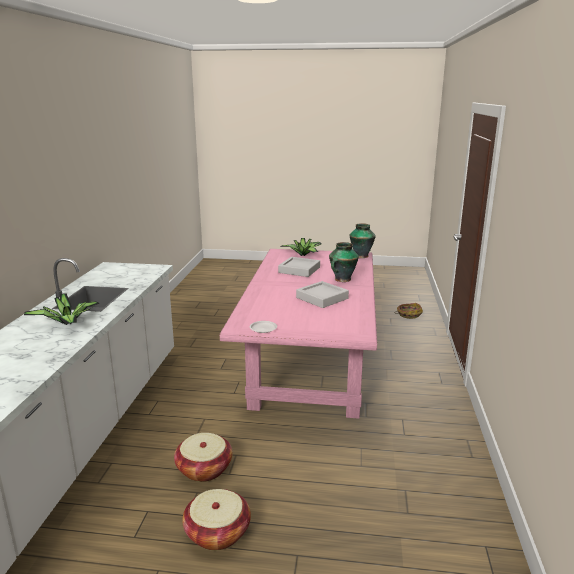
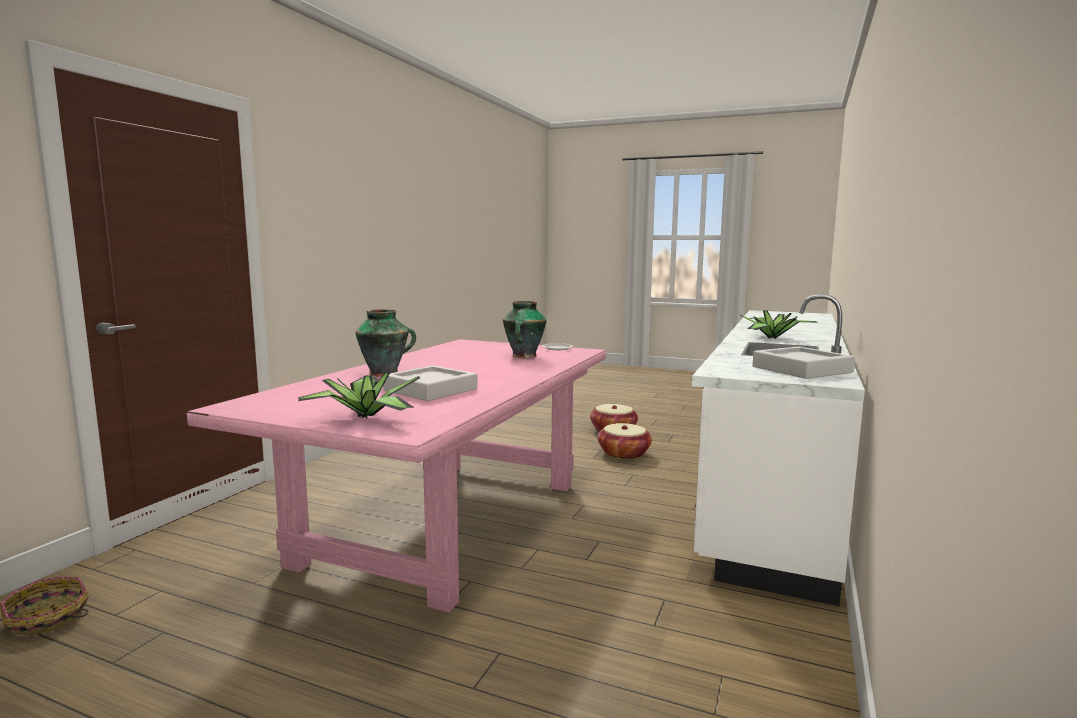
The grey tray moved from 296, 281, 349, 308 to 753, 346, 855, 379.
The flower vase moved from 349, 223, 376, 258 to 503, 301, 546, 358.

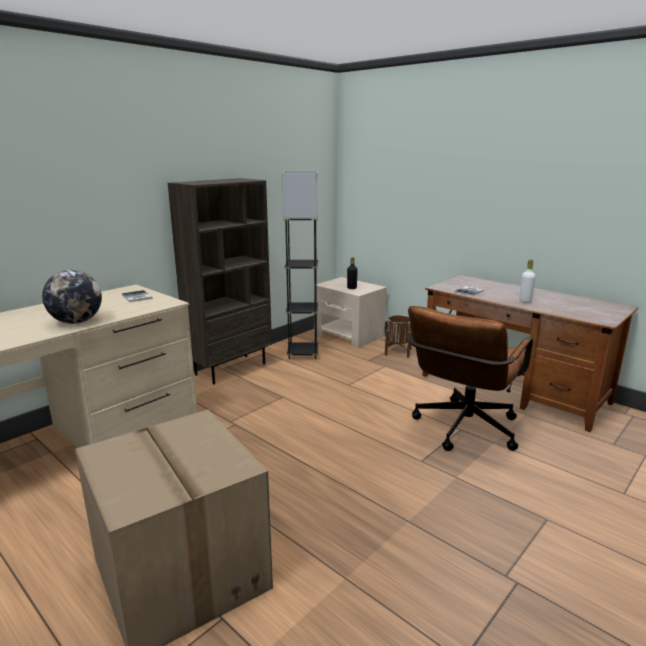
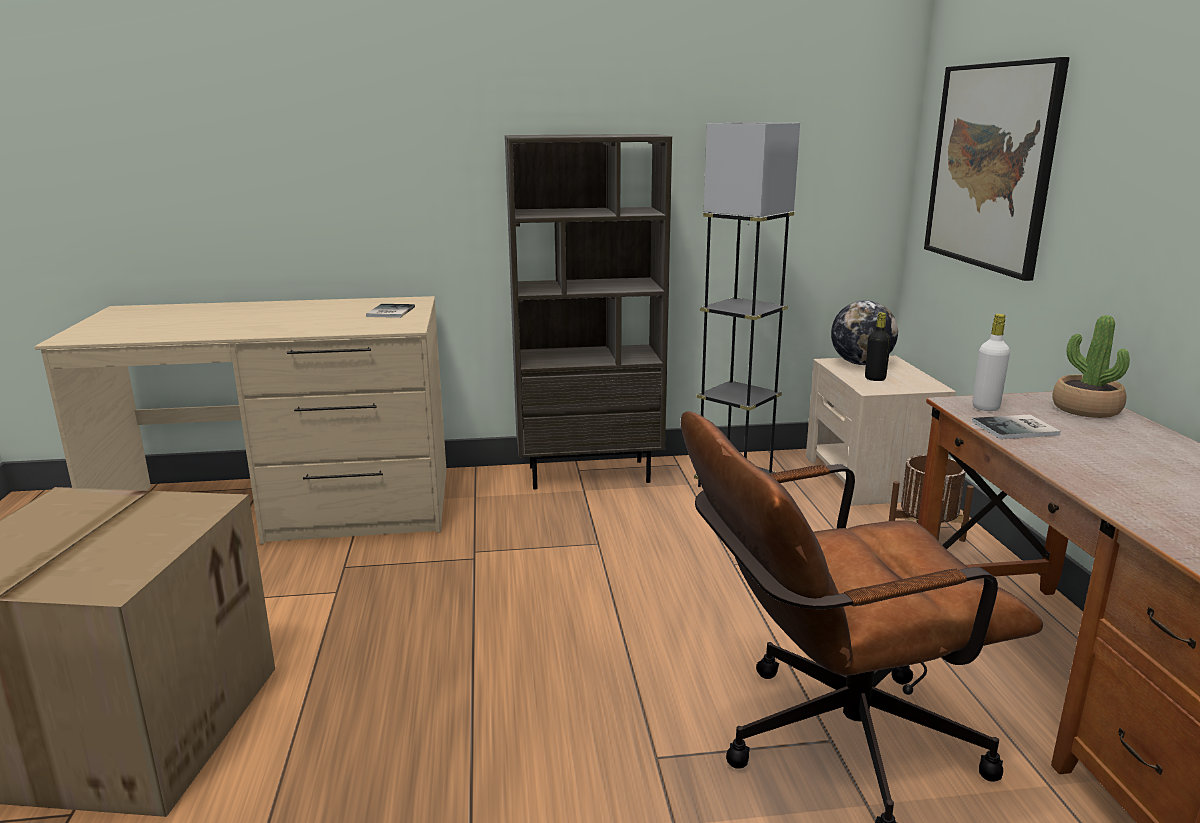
The wall art at 924, 57, 1070, 281 appeared.
The plant in a pot at 1053, 315, 1130, 418 appeared.
The globe moved from 42, 270, 102, 324 to 831, 300, 898, 365.
The whitish bottle moved from 519, 260, 536, 303 to 973, 314, 1010, 411.

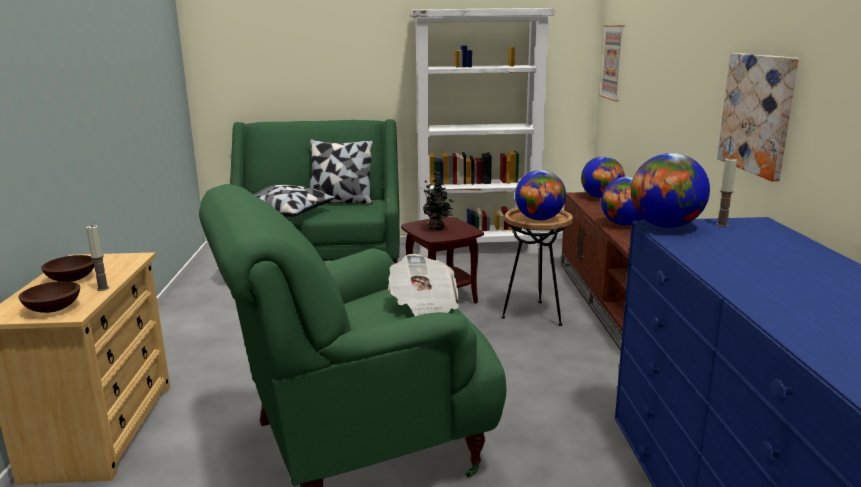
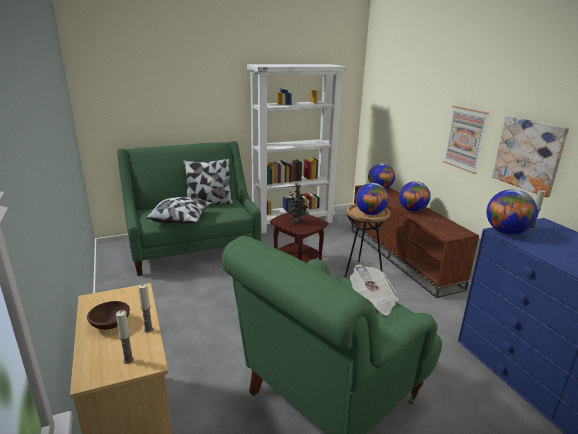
The wall art moved from 599, 25, 625, 101 to 443, 106, 489, 174.
The brown deep dish at 18, 281, 80, 313 was replaced by the wax candle at 116, 310, 134, 364.

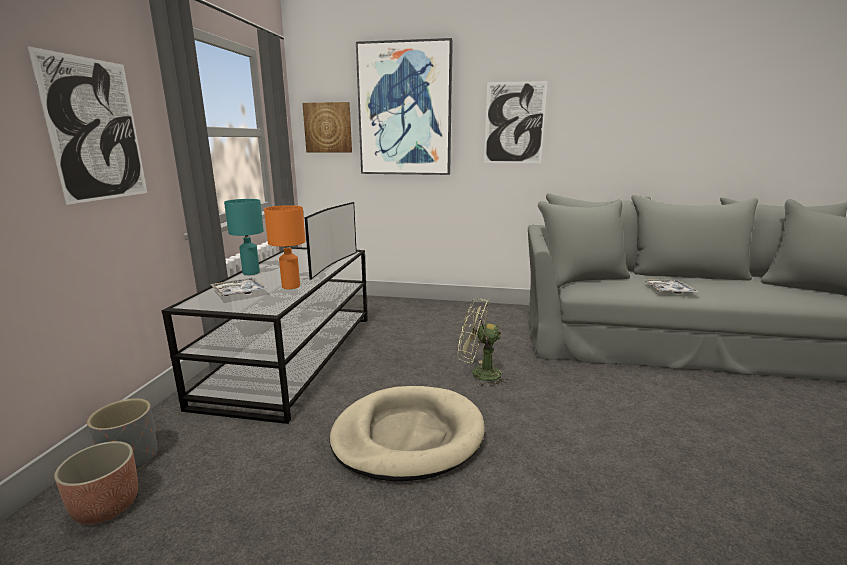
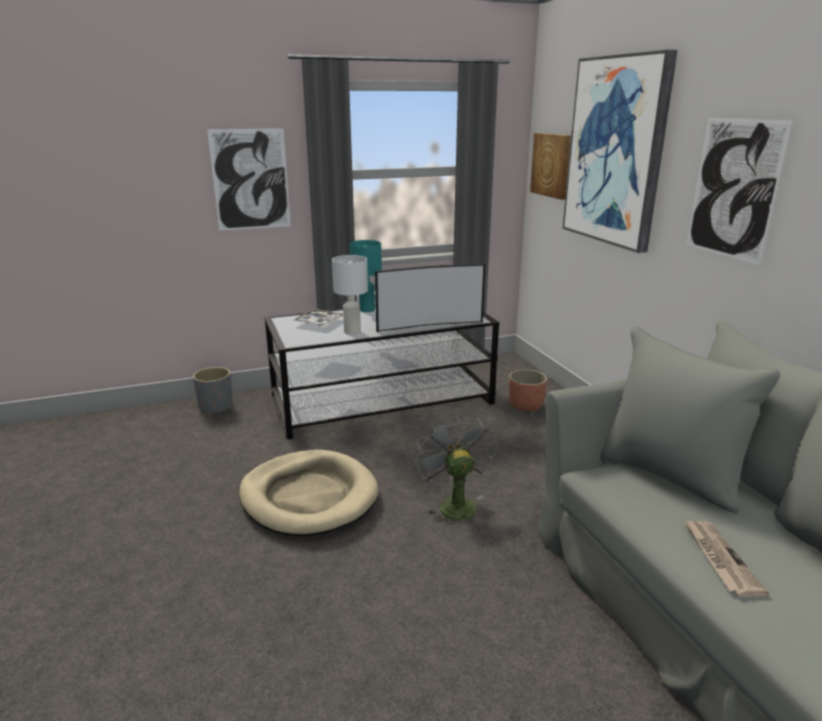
The flower pot moved from 54, 441, 138, 524 to 509, 370, 547, 412.
The tray at 643, 279, 699, 294 was replaced by the newspaper at 684, 519, 769, 597.
The orange-coloured tabletop lamp at 264, 205, 306, 289 became the whitish tabletop lamp at 332, 255, 368, 335.
The greenish fan at 458, 298, 510, 387 became the grey fan at 415, 414, 496, 528.

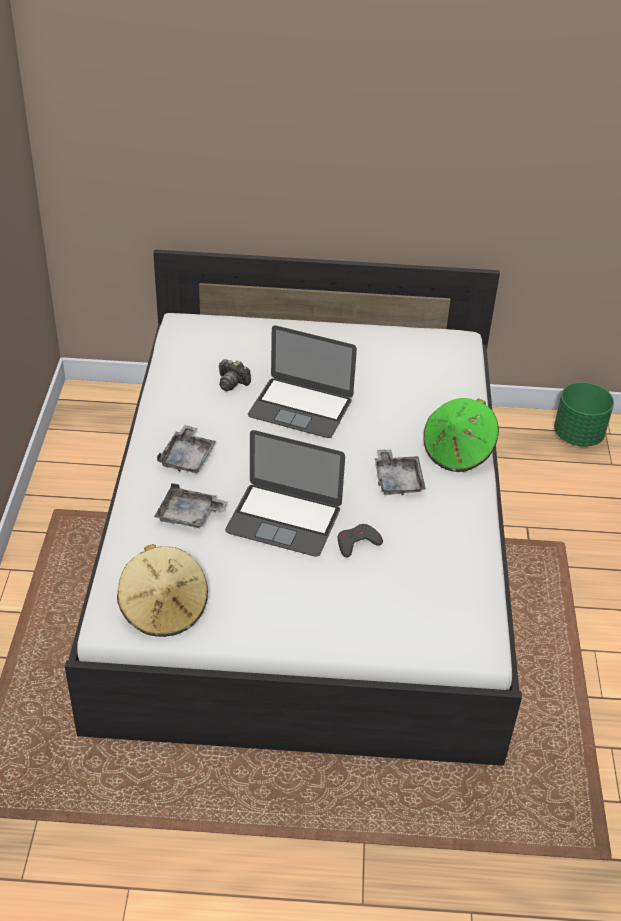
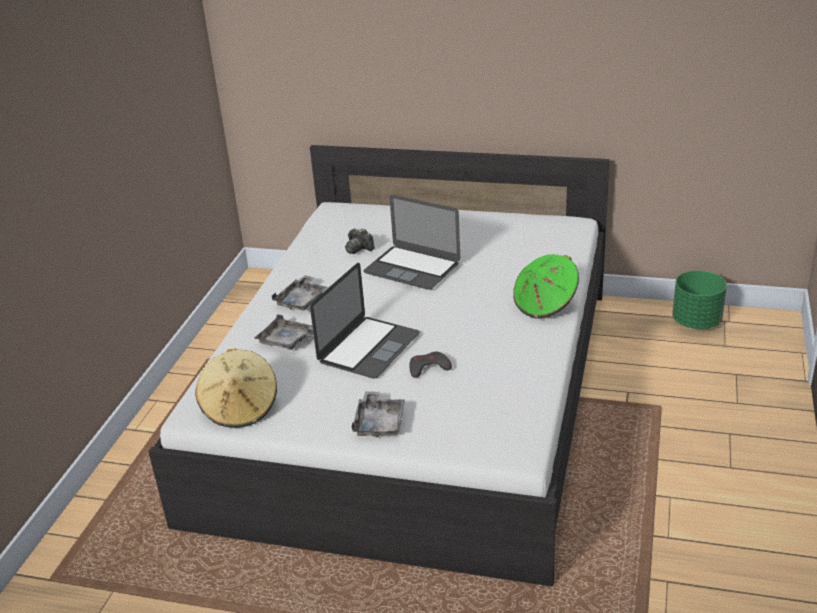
The grey tray moved from 375, 449, 426, 495 to 352, 391, 405, 437.
The laptop at 225, 430, 345, 557 turned 90 degrees counterclockwise.

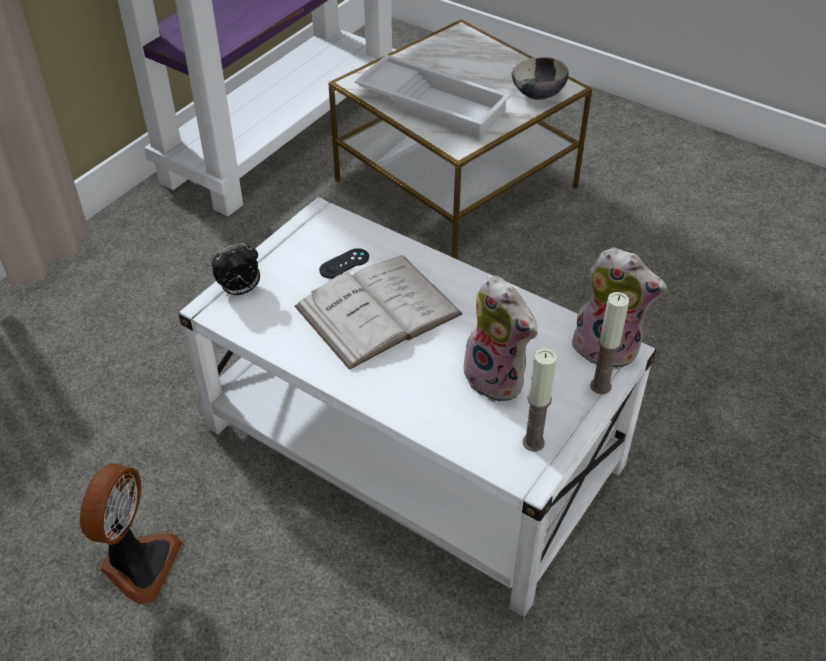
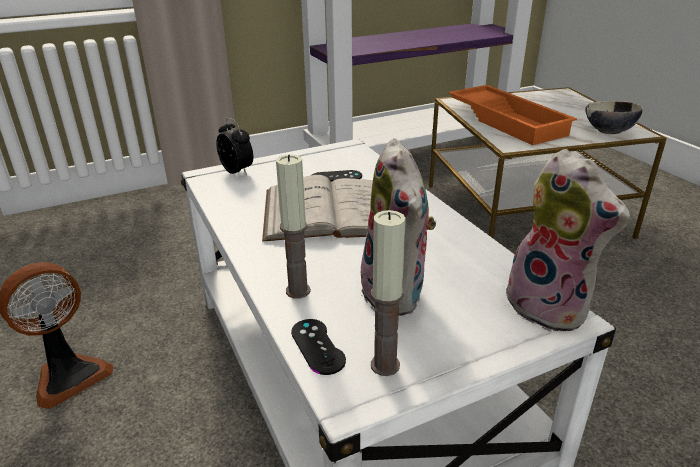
The black joypad at 291, 319, 346, 375 appeared.
The wax candle moved from 590, 292, 629, 394 to 276, 154, 311, 299.
The whitish tray at 354, 54, 511, 139 became the orange-coloured tray at 448, 85, 577, 145.
The bedside clock at 212, 243, 260, 297 turned 135 degrees counterclockwise.

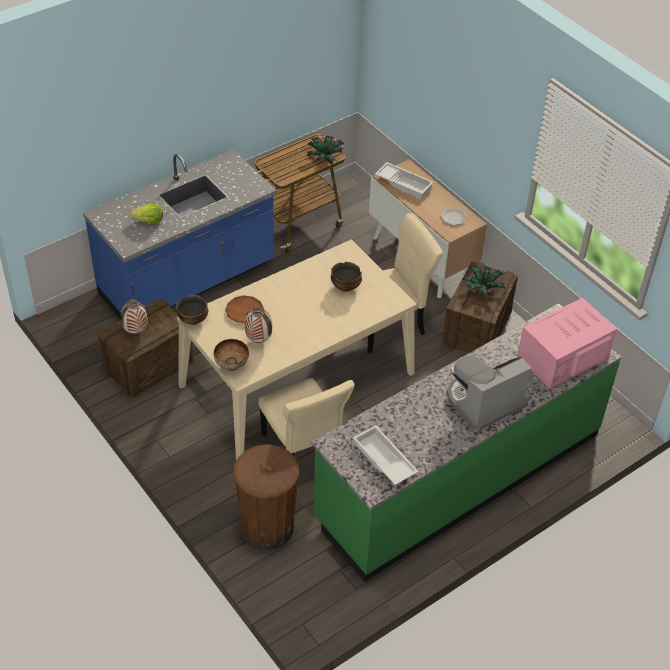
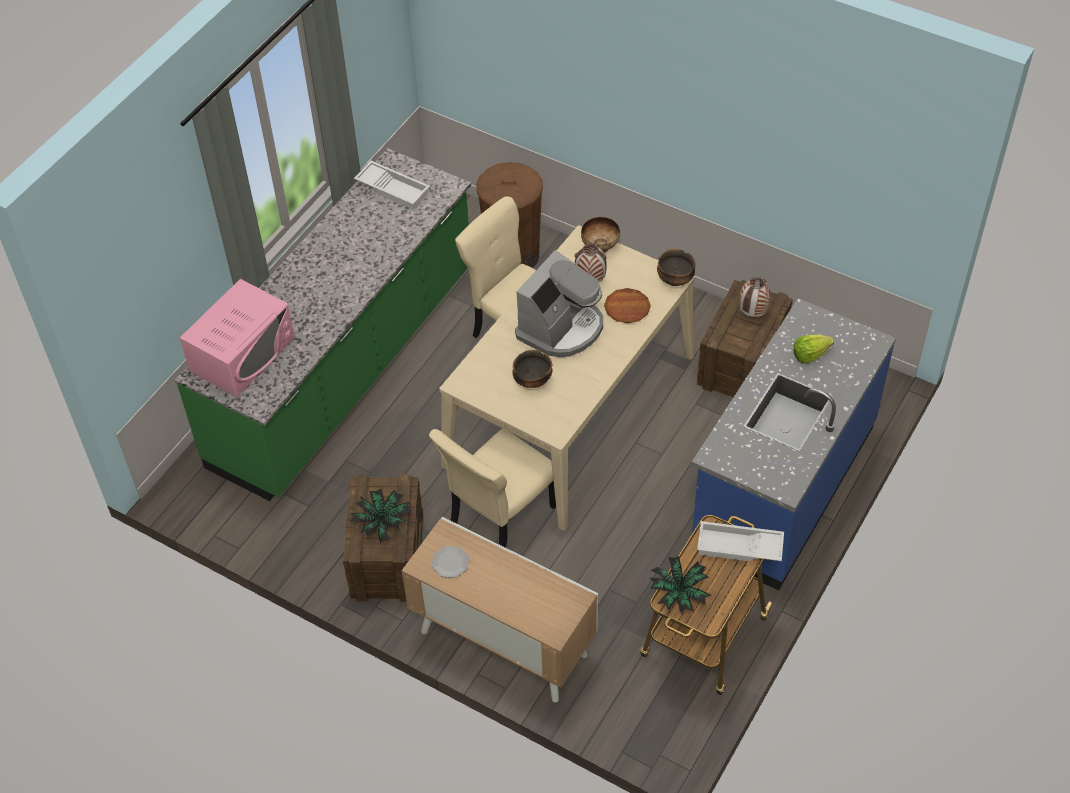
The whitish tray moved from 375, 162, 434, 199 to 697, 521, 784, 561.
The coffee machine moved from 447, 355, 532, 430 to 515, 250, 603, 357.

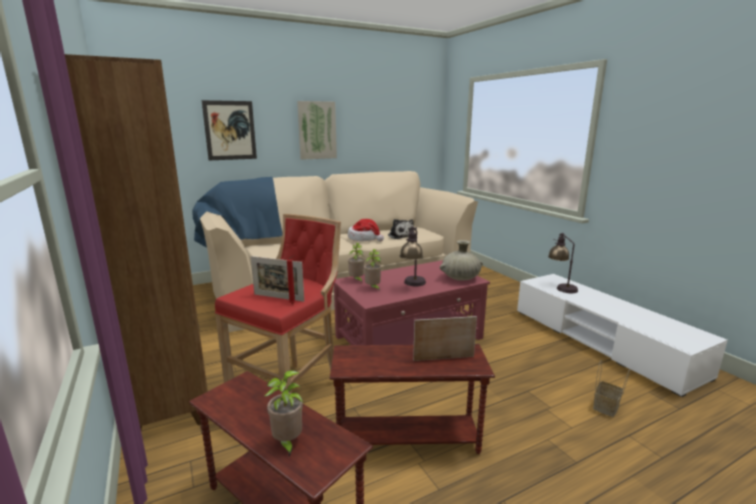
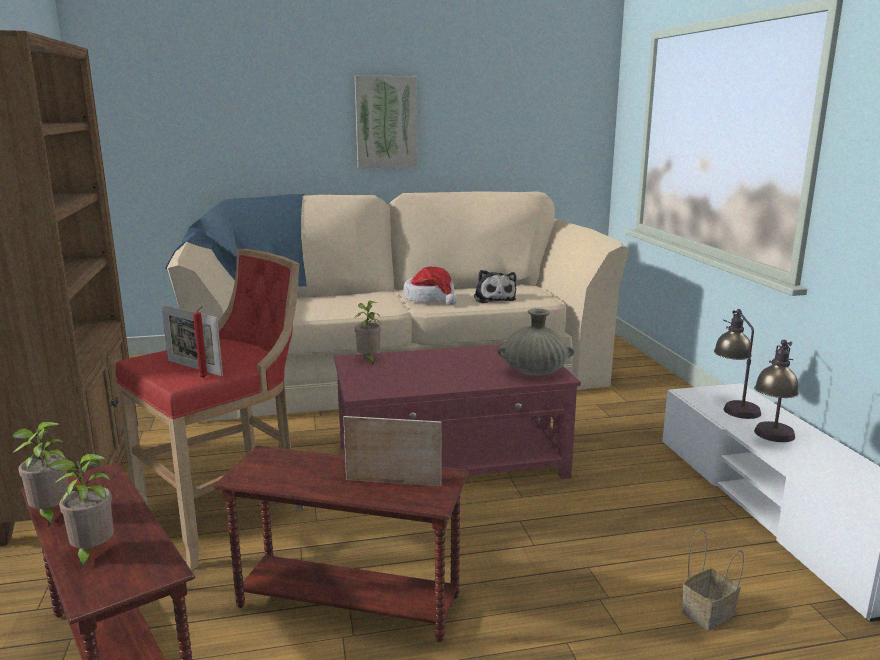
The wall art at 202, 100, 257, 160 disappeared.
The plant in a pot moved from 364, 249, 382, 292 to 12, 422, 69, 528.
The tabletop lamp moved from 400, 226, 426, 286 to 754, 340, 799, 442.

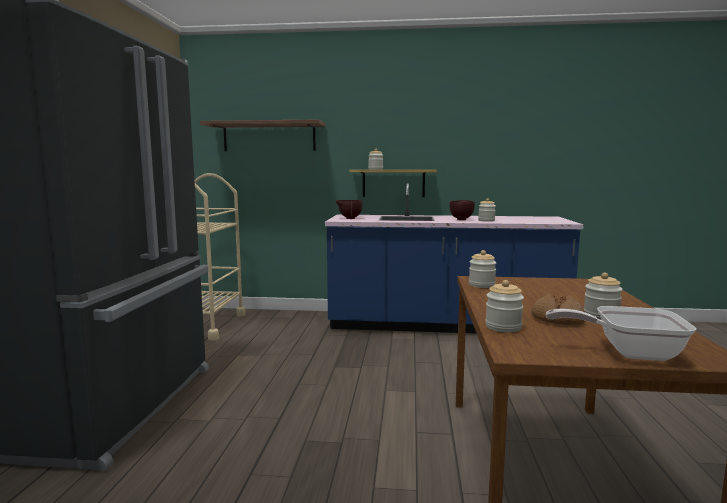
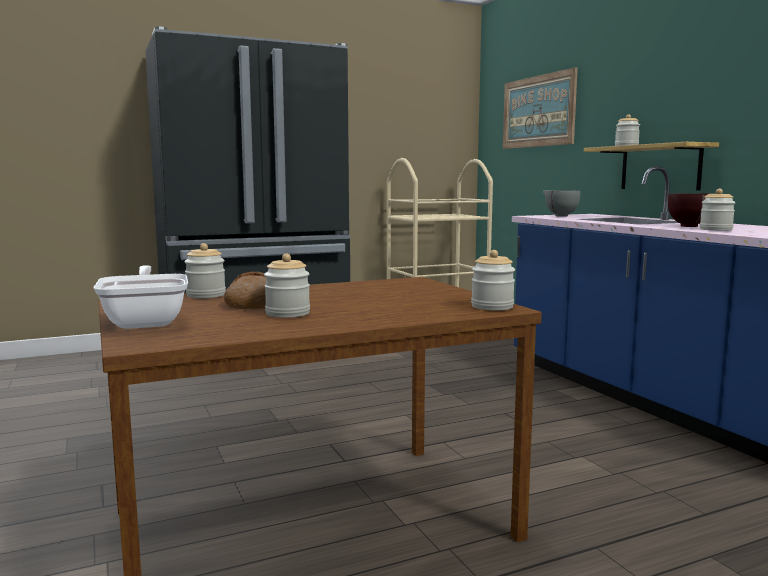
The jar moved from 469, 250, 496, 288 to 471, 250, 515, 310.
The wall shelf at 200, 120, 325, 151 was replaced by the wall art at 503, 67, 578, 149.
The brown deep dish at 336, 200, 363, 219 became the grey deep dish at 543, 190, 580, 217.

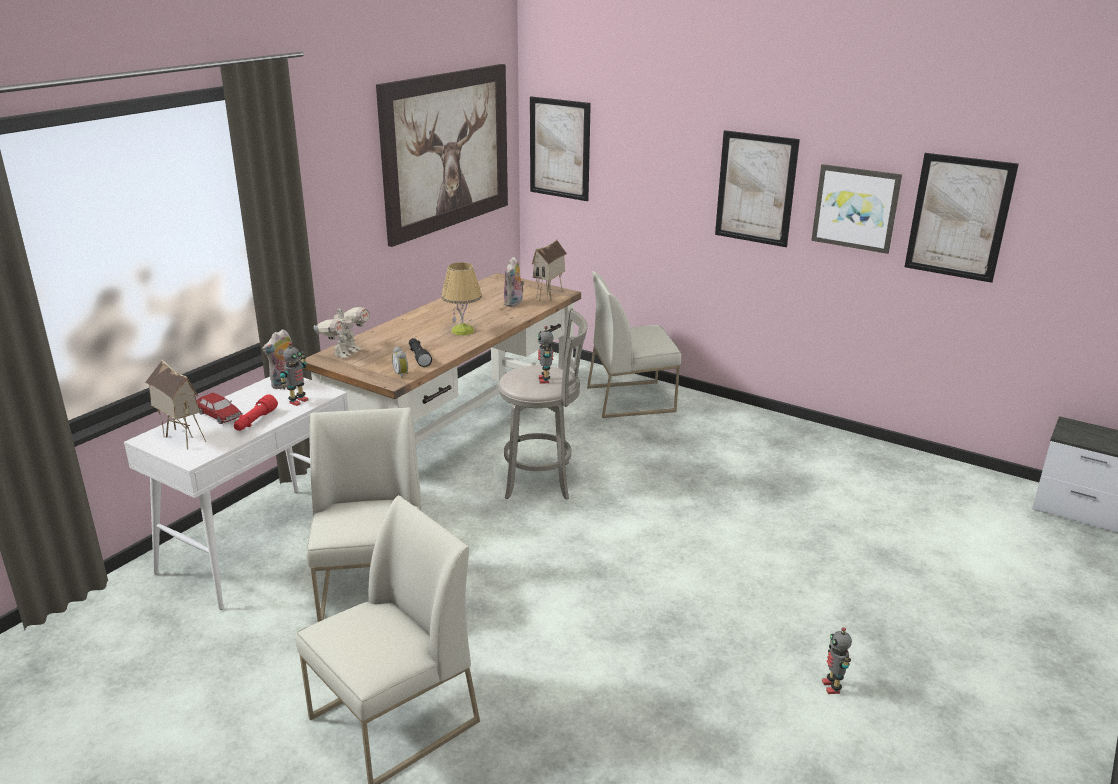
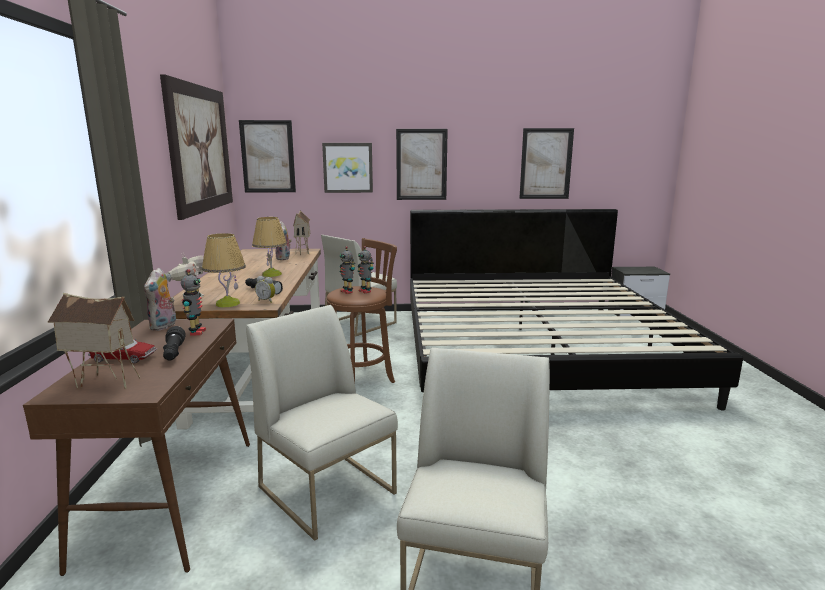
The tabletop lamp at 202, 233, 246, 307 appeared.
The sleeping bed at 410, 209, 743, 411 appeared.
The wall art moved from 811, 164, 902, 254 to 322, 143, 373, 193.
The toy robot moved from 822, 627, 852, 694 to 339, 246, 355, 294.
The whitish console table at 124, 377, 348, 610 became the brown console table at 23, 319, 250, 576.
The reddish torch at 234, 395, 278, 431 became the black torch at 163, 326, 186, 360.
The grey stool at 499, 308, 588, 500 became the brown stool at 326, 238, 397, 383.

